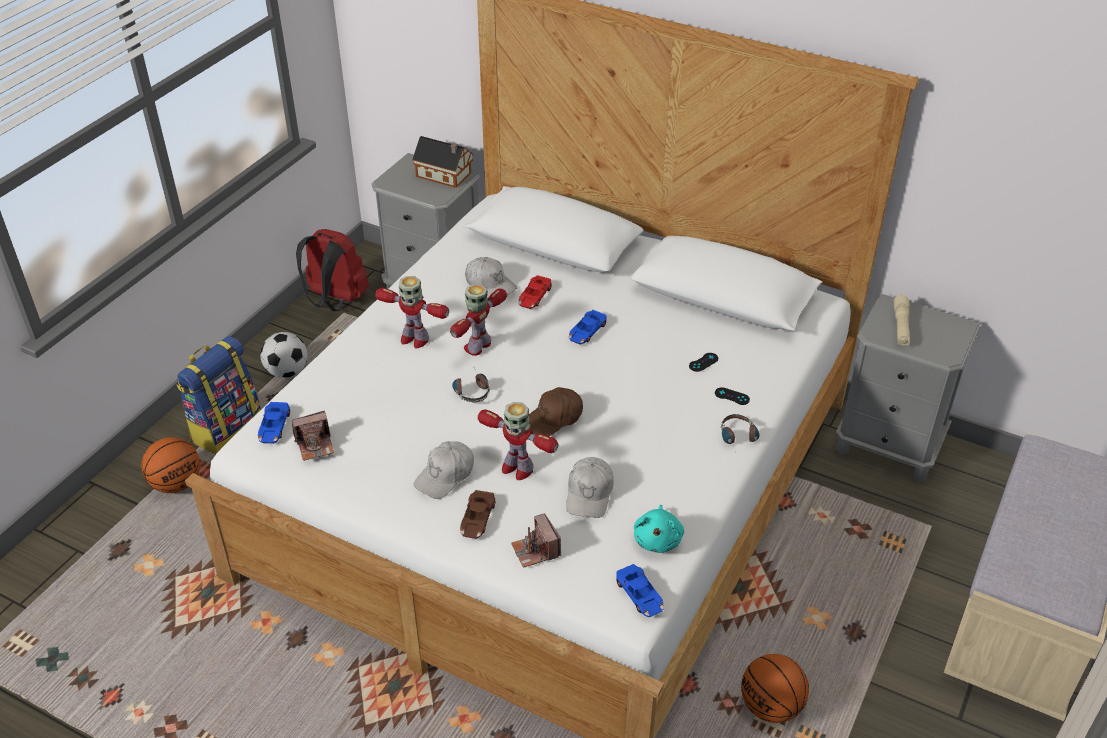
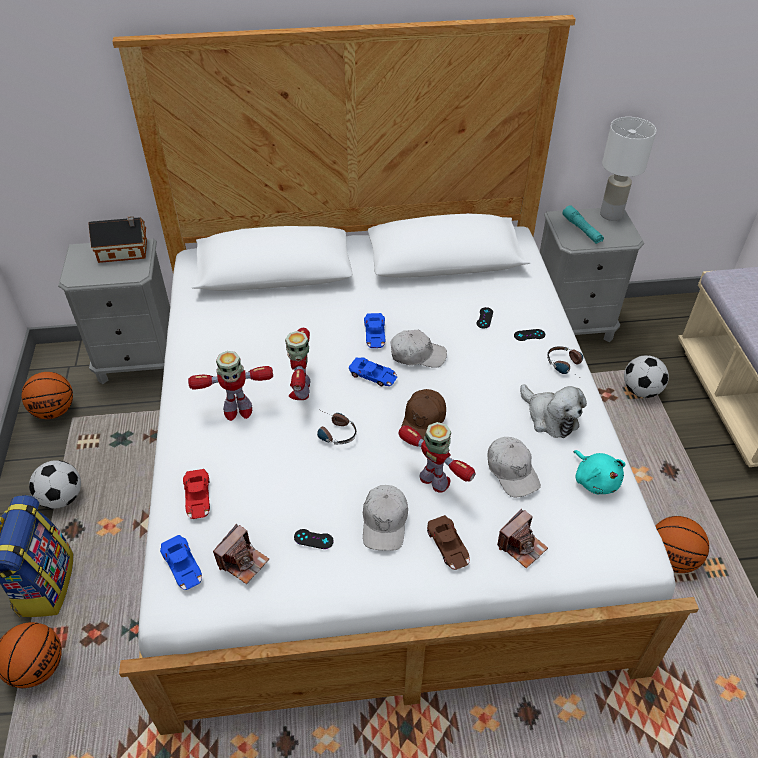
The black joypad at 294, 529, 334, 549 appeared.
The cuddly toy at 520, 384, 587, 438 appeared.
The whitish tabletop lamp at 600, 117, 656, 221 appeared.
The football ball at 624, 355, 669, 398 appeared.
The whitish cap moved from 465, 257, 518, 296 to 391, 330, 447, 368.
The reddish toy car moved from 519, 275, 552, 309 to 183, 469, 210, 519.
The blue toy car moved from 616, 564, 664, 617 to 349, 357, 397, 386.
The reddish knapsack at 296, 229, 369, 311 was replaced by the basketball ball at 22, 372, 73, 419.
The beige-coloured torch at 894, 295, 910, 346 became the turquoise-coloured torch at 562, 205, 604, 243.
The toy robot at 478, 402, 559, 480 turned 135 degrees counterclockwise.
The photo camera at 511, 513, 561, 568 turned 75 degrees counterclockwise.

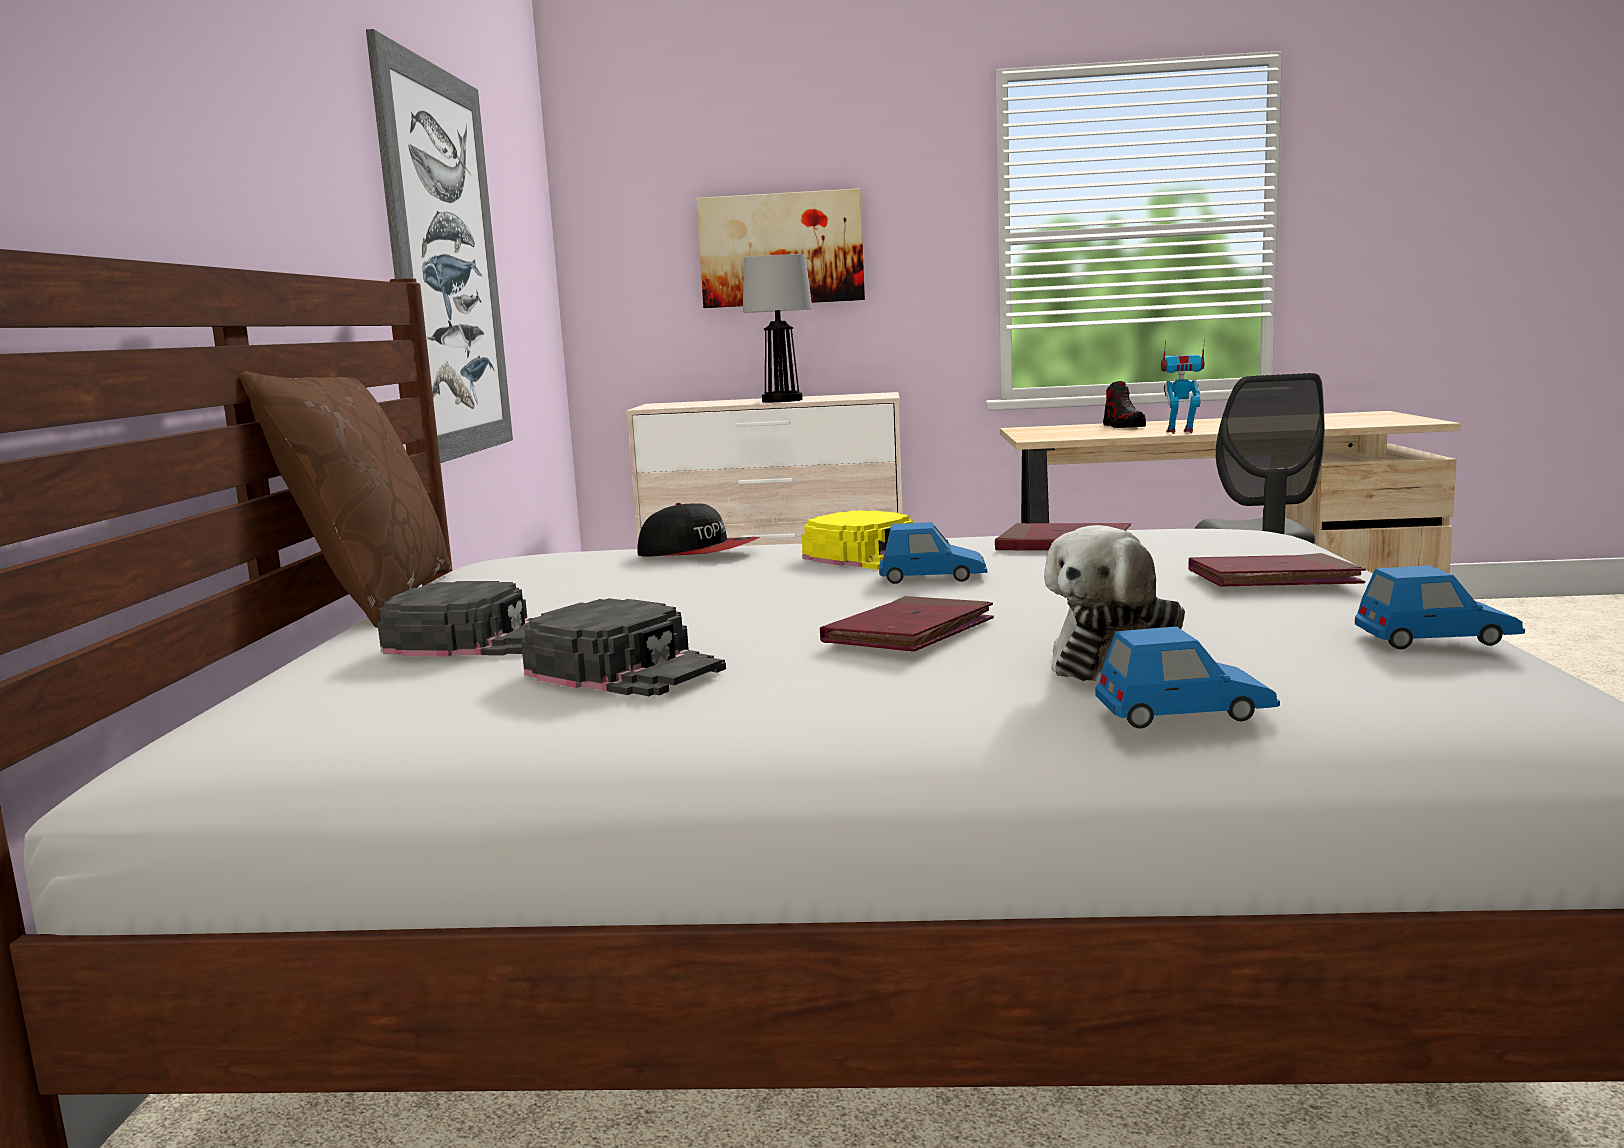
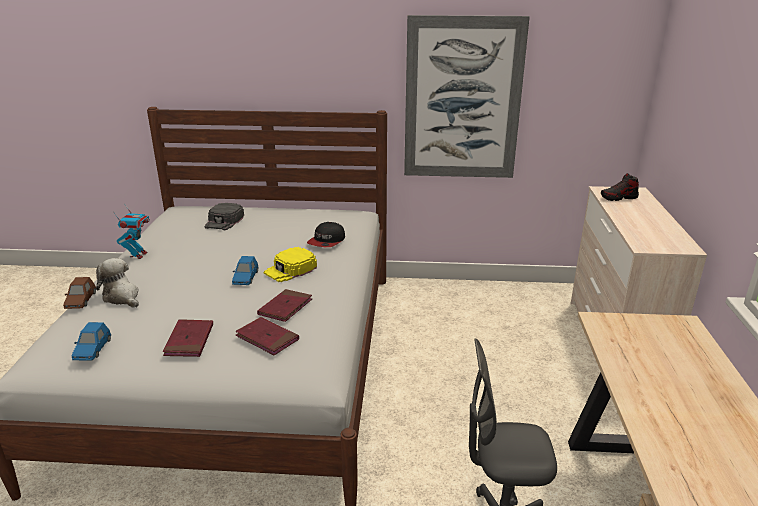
The brown cushion at 240, 372, 451, 628 disappeared.
The black cap at 521, 598, 726, 696 disappeared.
The wall art at 696, 188, 865, 308 disappeared.
The tabletop lamp at 743, 254, 812, 402 disappeared.
The reddish volume moved from 820, 596, 994, 652 to 235, 317, 299, 355.
The low shoe moved from 1103, 381, 1146, 428 to 601, 173, 639, 201.
The toy robot moved from 1161, 339, 1205, 434 to 113, 205, 150, 259.
The blue toy car at 1096, 626, 1280, 729 became the brown toy car at 63, 277, 96, 309.

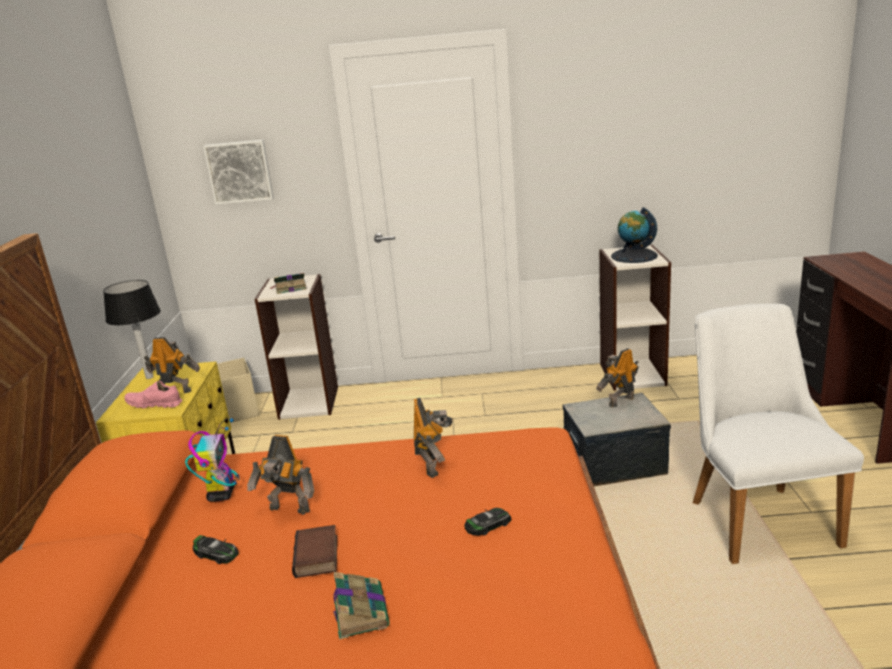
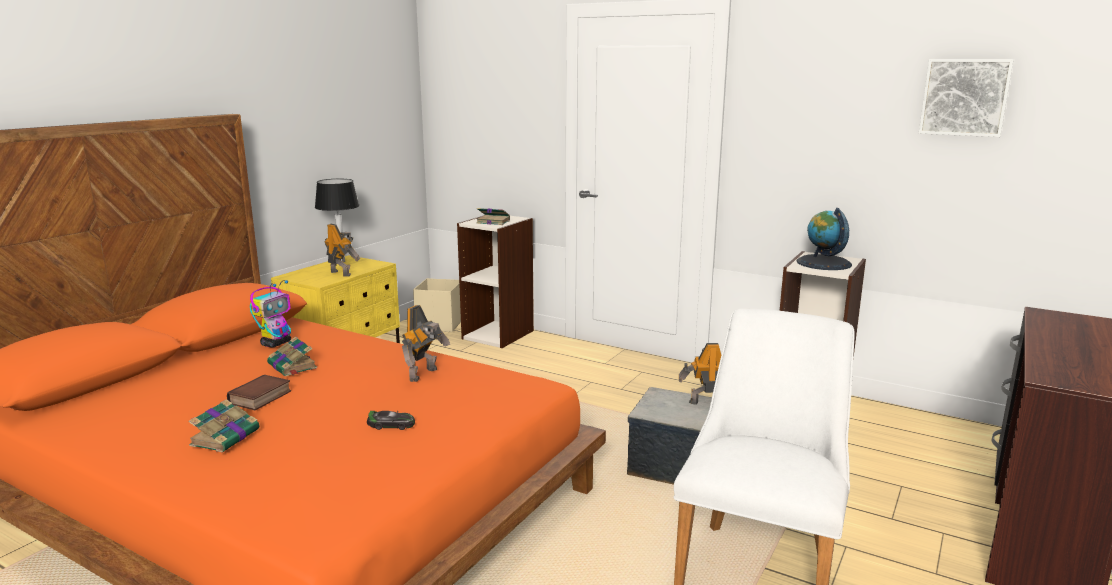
The pink low shoe at 124, 381, 182, 408 disappeared.
The toy car at 193, 535, 239, 564 disappeared.
The wall art moved from 203, 139, 274, 205 to 919, 59, 1014, 137.
The toy robot at 247, 435, 314, 515 was replaced by the volume at 267, 336, 317, 376.

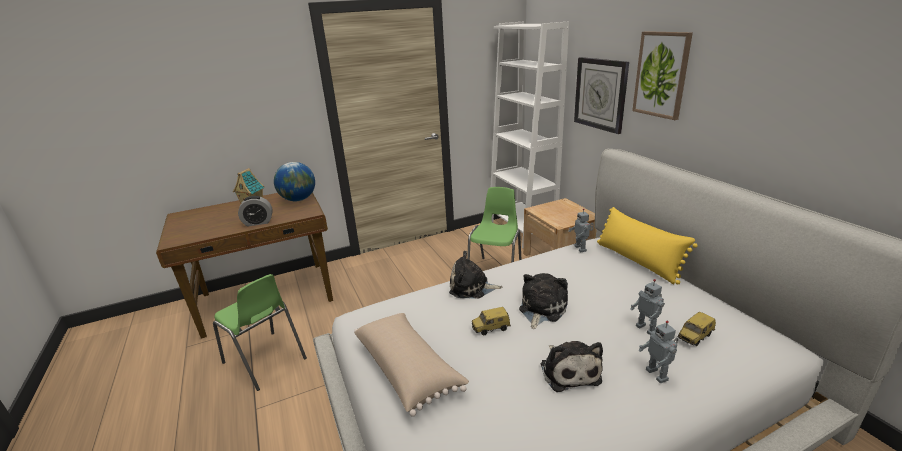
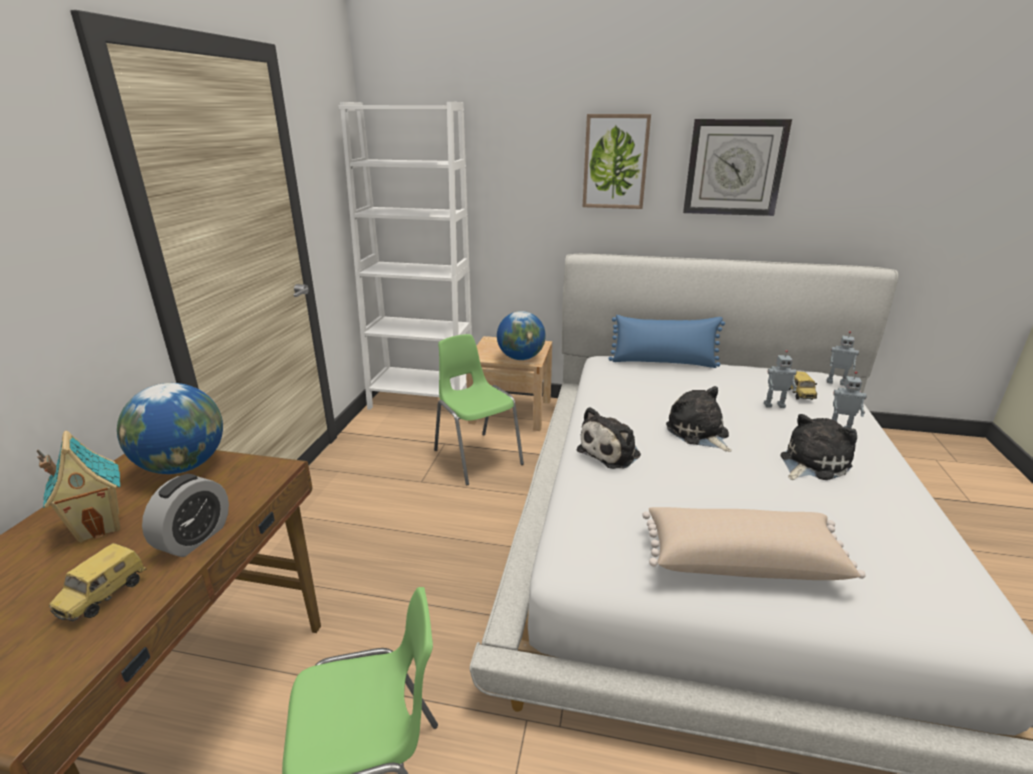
The globe at 497, 311, 546, 360 appeared.
The toy car moved from 472, 307, 511, 335 to 49, 543, 146, 621.
The toy robot moved from 569, 209, 594, 252 to 827, 331, 859, 386.
The hanging clock moved from 574, 57, 629, 134 to 683, 119, 792, 216.
The yellowish cushion at 597, 207, 698, 284 became the blue cushion at 608, 315, 725, 368.
The cuddly toy at 541, 341, 603, 392 turned 60 degrees counterclockwise.

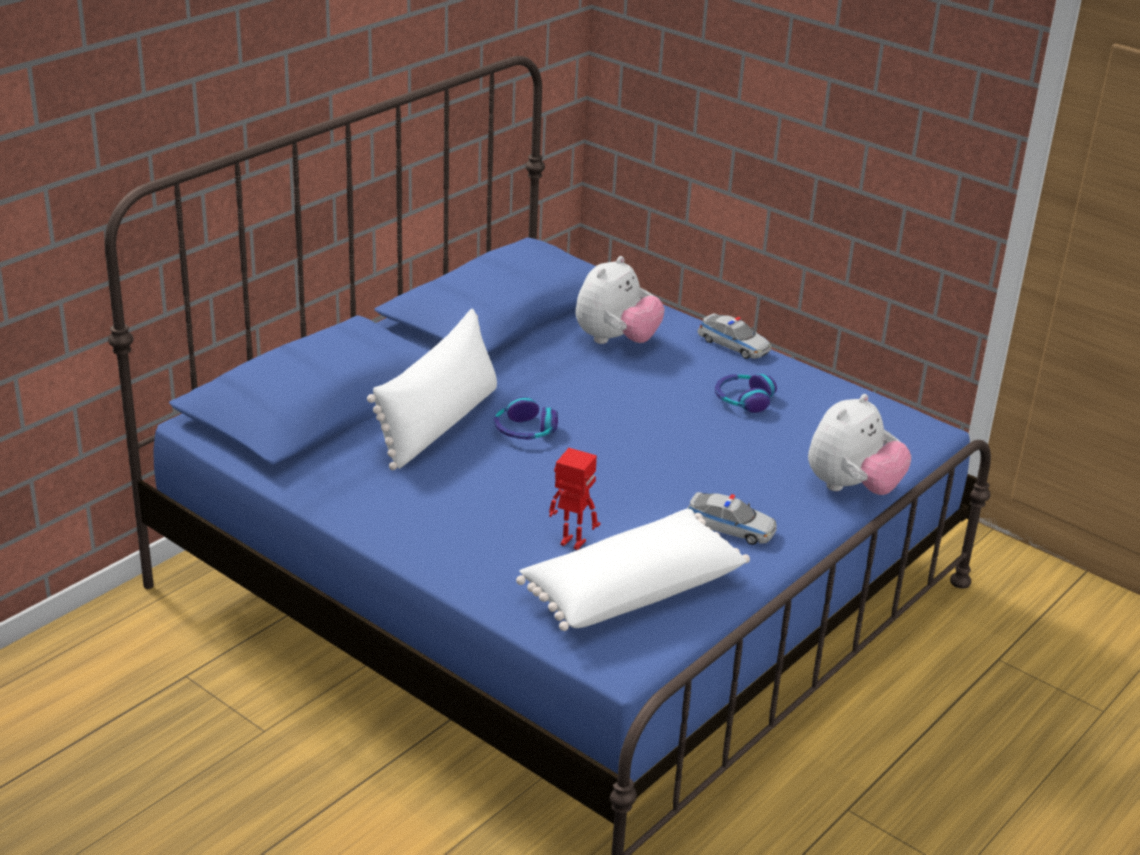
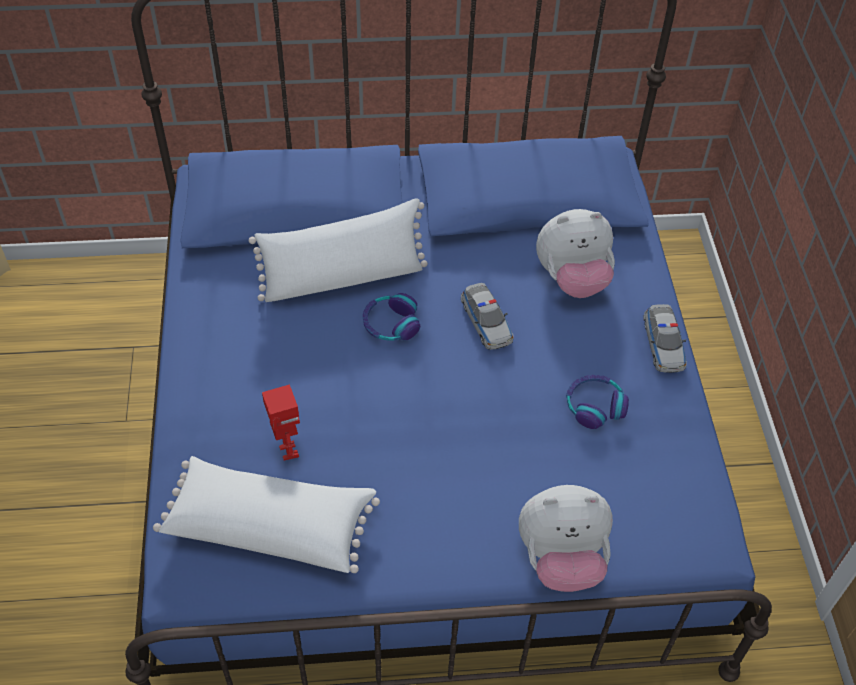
The toy car moved from 687, 492, 777, 545 to 461, 283, 514, 350.

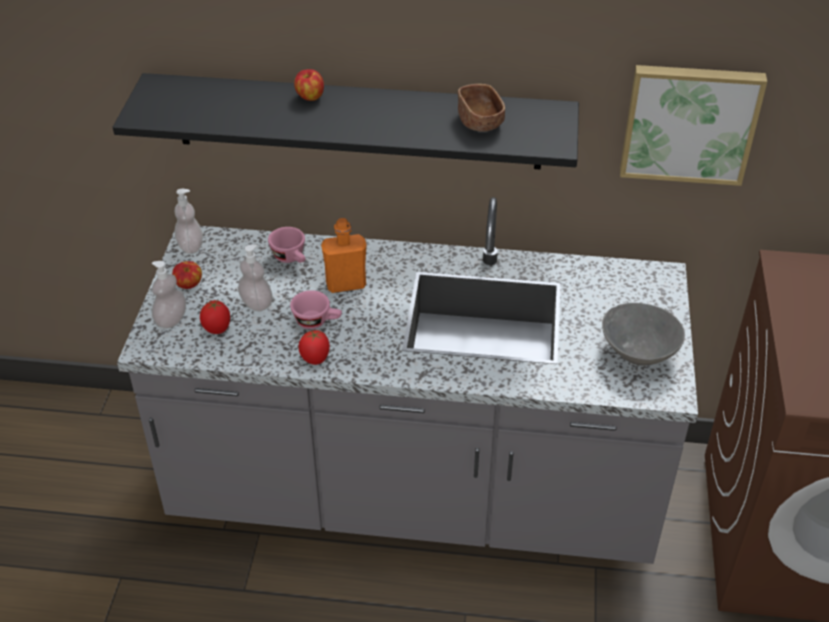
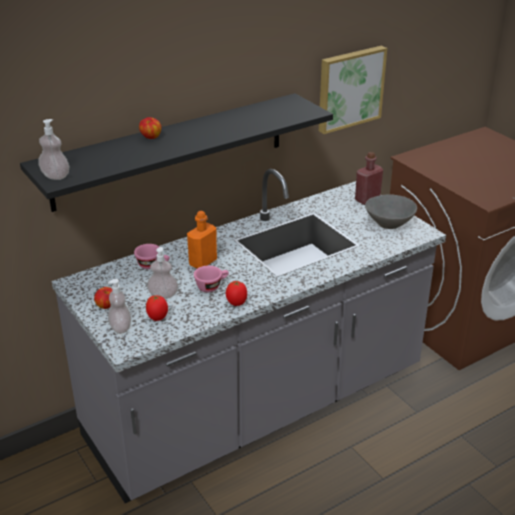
The brown deep dish at 458, 84, 505, 132 disappeared.
The reddish bottle at 355, 152, 383, 205 appeared.
The soap dispenser moved from 175, 189, 203, 254 to 38, 119, 69, 180.

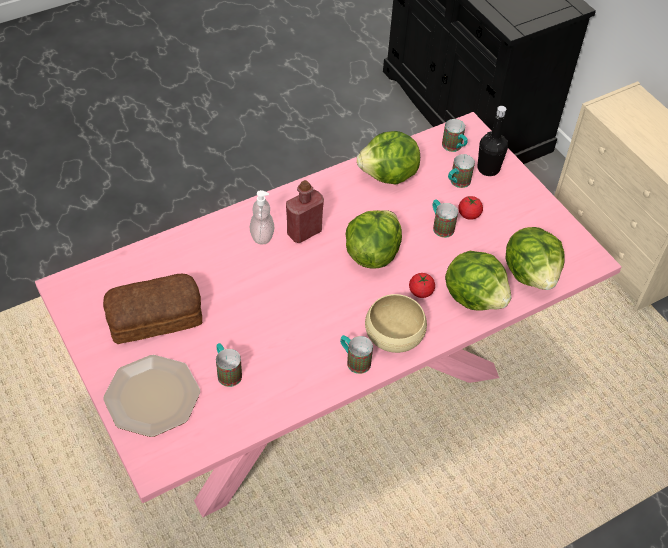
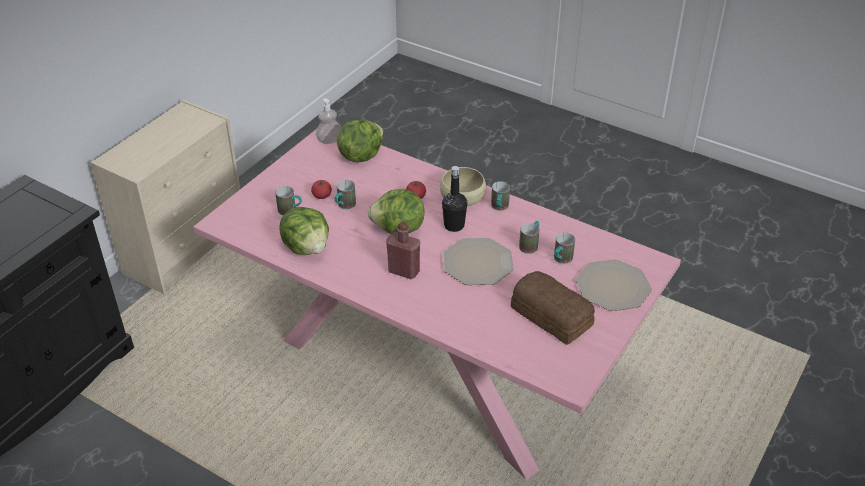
The lettuce head at 445, 251, 511, 311 disappeared.
The dinner plate at 443, 238, 514, 285 appeared.
The soap dispenser moved from 250, 190, 274, 245 to 316, 98, 341, 144.
The tea mug moved from 442, 119, 468, 152 to 519, 221, 540, 254.
The black bottle moved from 477, 106, 508, 176 to 442, 166, 467, 232.

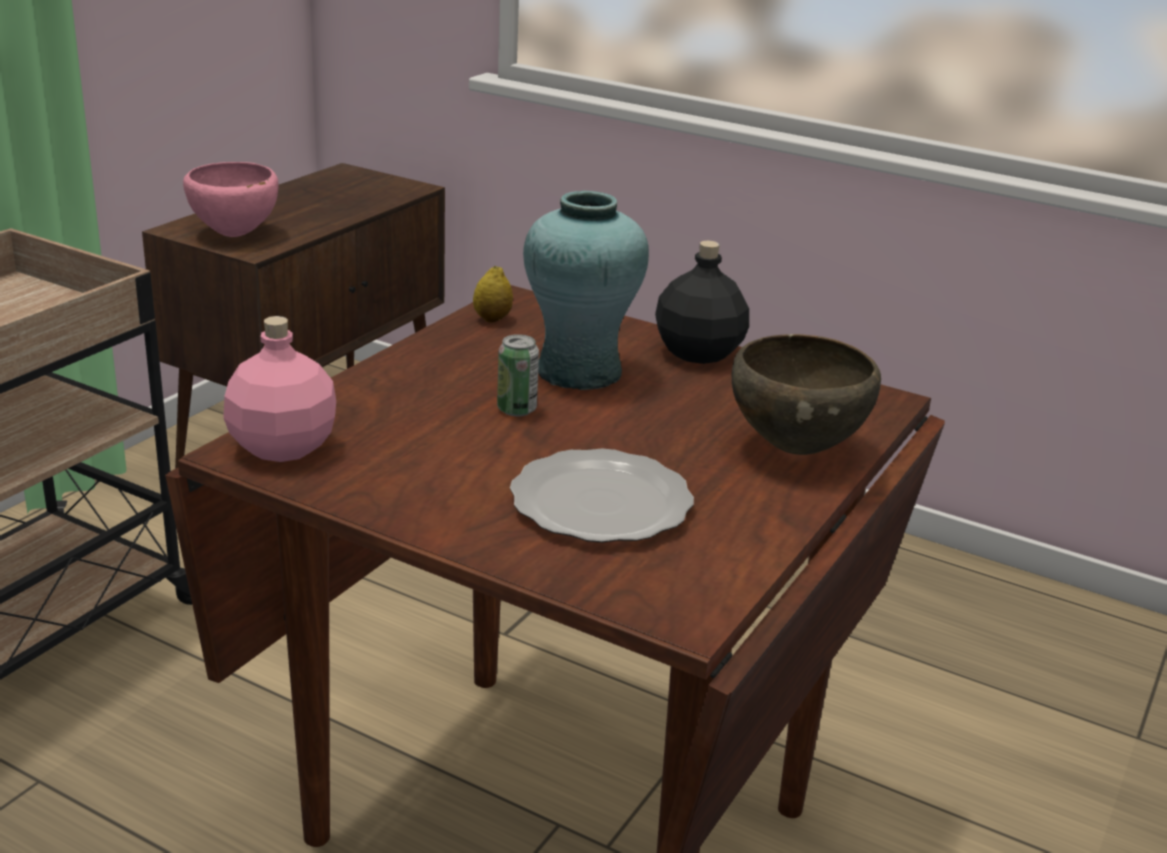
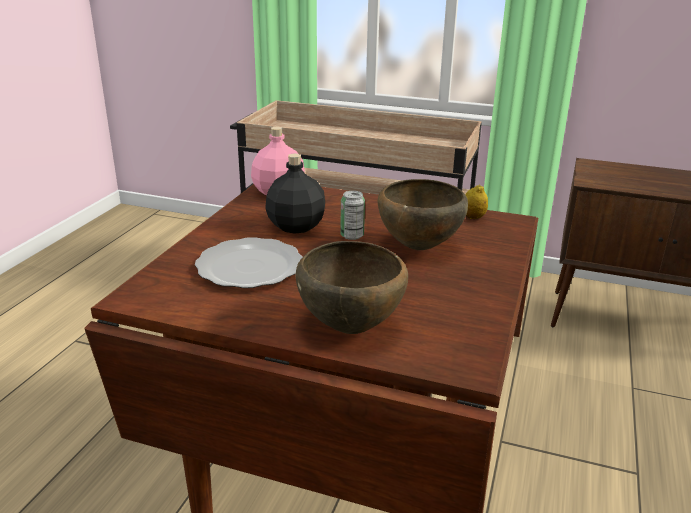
The pink deep dish at 183, 162, 279, 237 disappeared.
The black bottle moved from 655, 241, 749, 364 to 265, 154, 325, 234.
The turquoise-coloured flower vase at 523, 191, 649, 390 was replaced by the brown deep dish at 378, 179, 468, 250.

